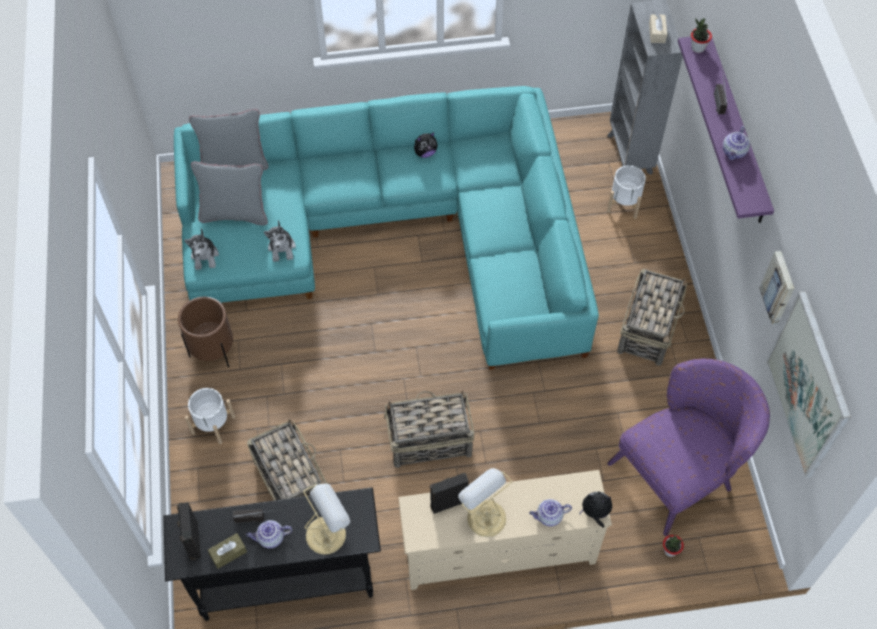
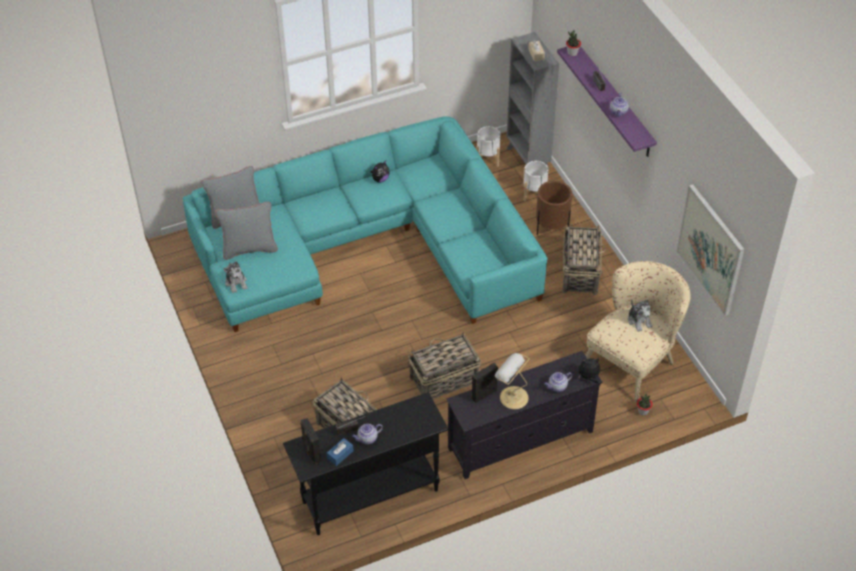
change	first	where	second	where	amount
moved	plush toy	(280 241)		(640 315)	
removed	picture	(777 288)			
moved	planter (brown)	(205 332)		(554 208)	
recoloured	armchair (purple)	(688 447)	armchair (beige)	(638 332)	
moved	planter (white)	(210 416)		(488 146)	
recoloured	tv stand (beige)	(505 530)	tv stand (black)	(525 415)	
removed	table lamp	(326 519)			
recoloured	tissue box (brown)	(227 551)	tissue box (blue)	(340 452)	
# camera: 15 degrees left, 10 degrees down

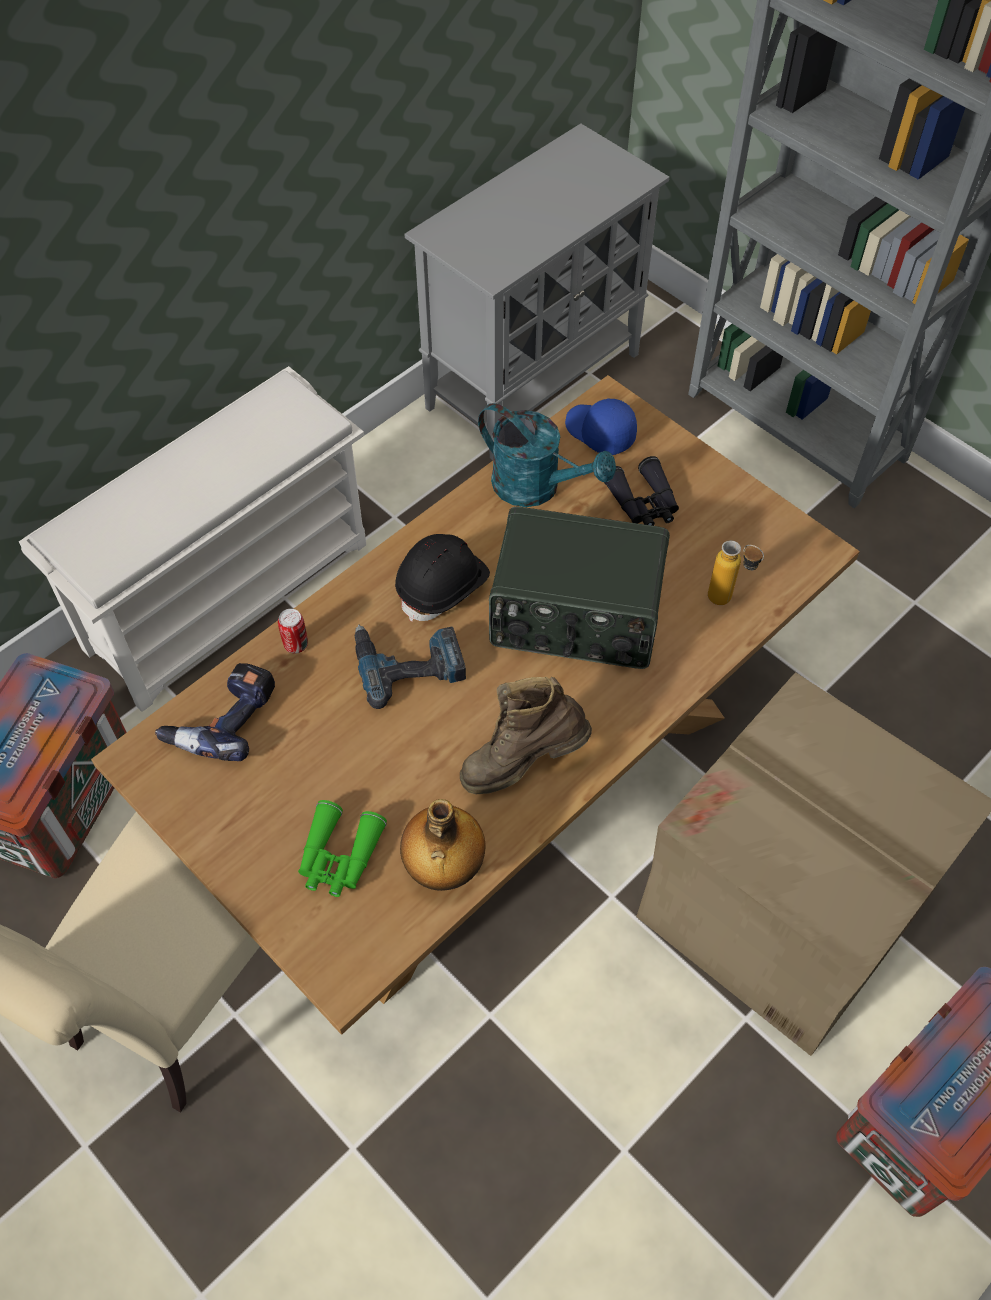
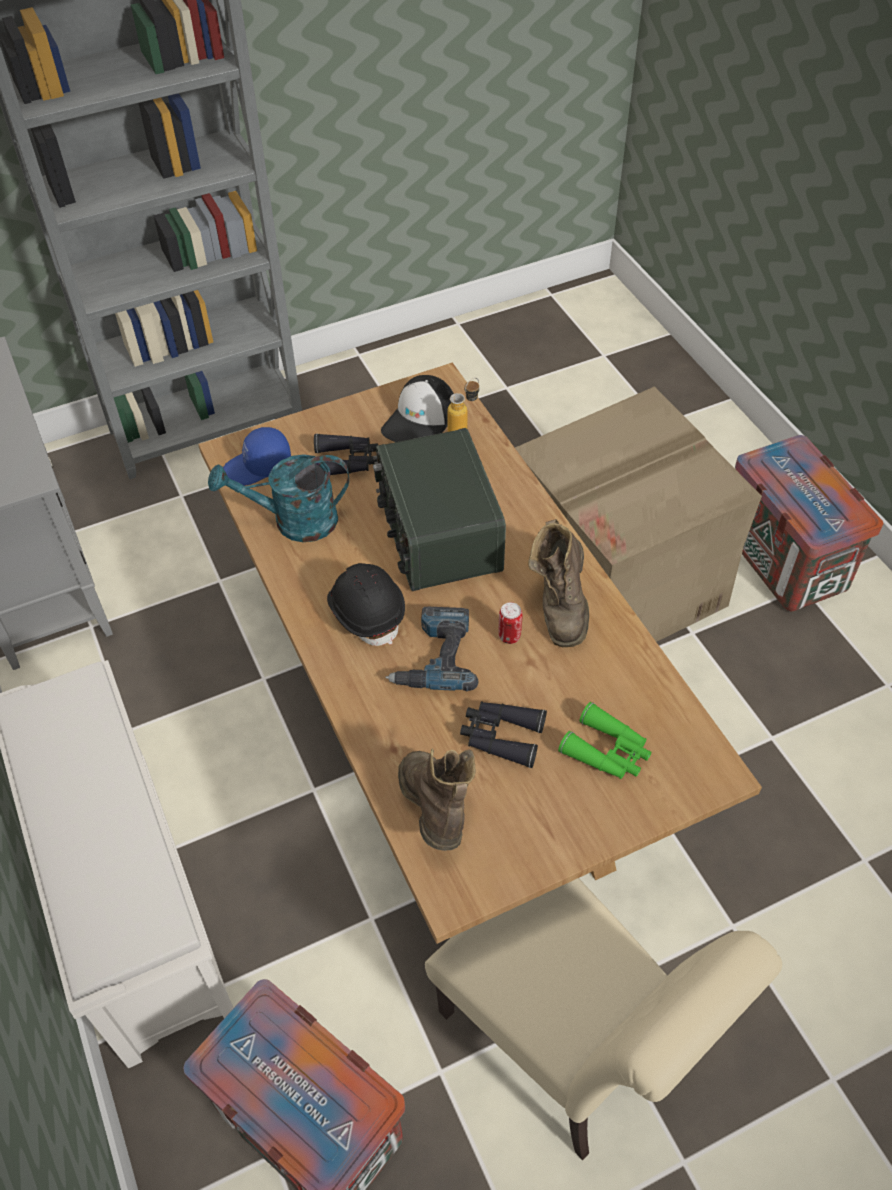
change	first	where	second	where	amount
turned	watering can (turquoise)	(547 455)		(278 498)	150 degrees counterclockwise
turned	radio	(579 588)		(439 509)	135 degrees clockwise
moved	can	(293 631)		(511 623)	
replaced	power drill	(215 712)	boot (brown)	(437 799)	
removed	bottle	(443 845)			
added			cap	(417 408)	
added			binoculars (black)	(503 734)	
# camera: 70 degrees left, 5 degrees down

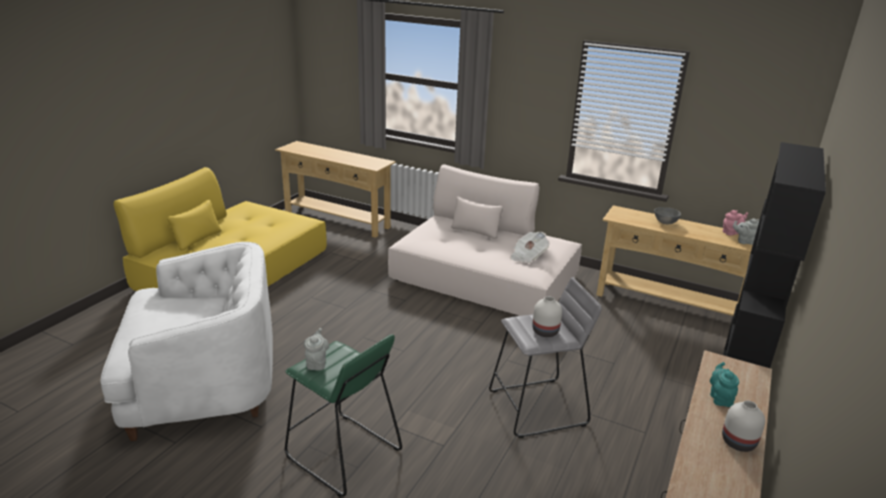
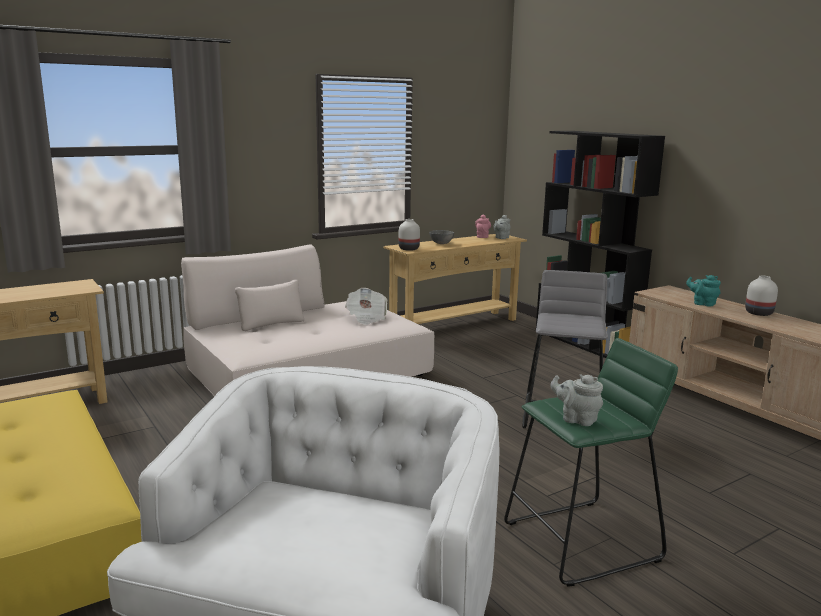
change	first	where	second	where	amount
moved	vase (white)	(547 316)		(409 235)	
# camera: 60 degrees left, 10 degrees down

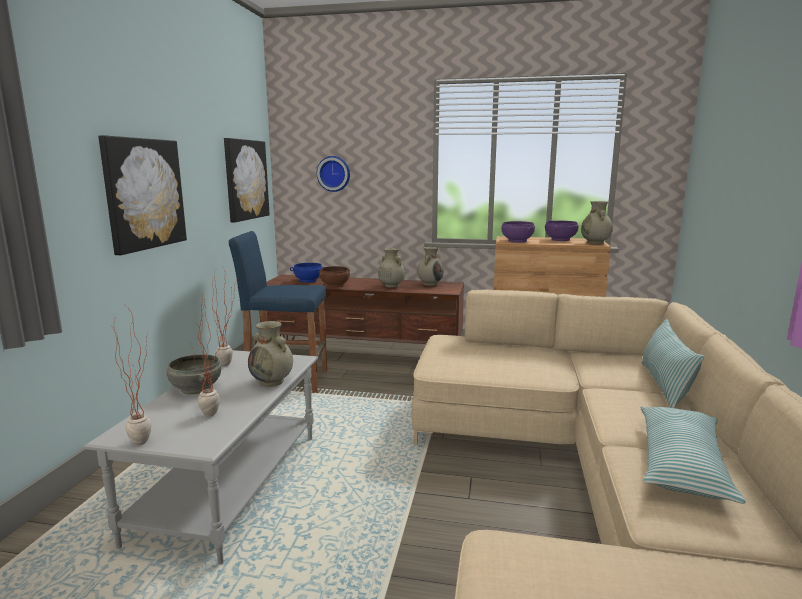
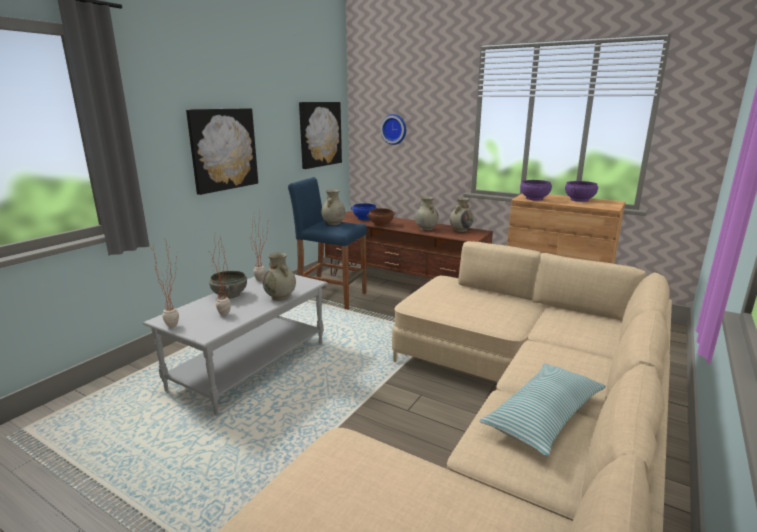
change	first	where	second	where	amount
moved	vase (beige)	(597 222)		(333 207)	
removed	pillow	(673 363)			
# camera: 20 degrees right, 5 degrees up

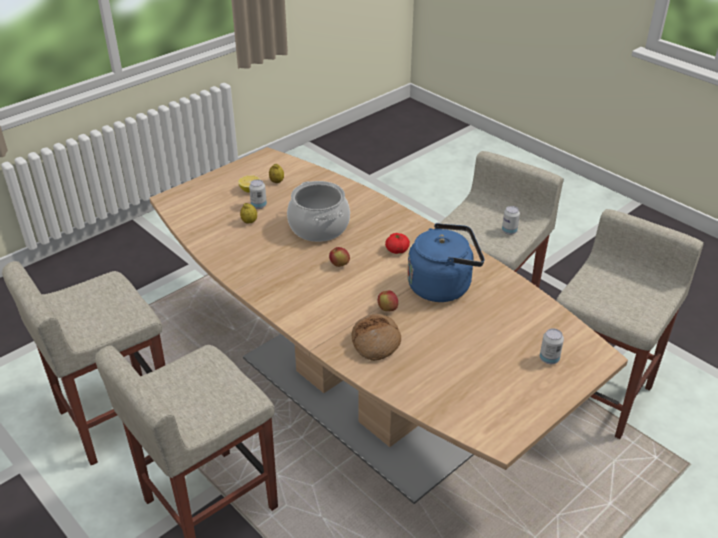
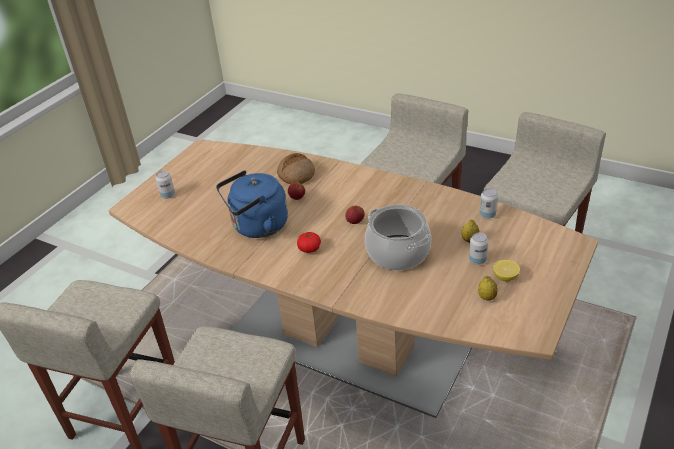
change	first	where	second	where	amount
moved	can	(511 220)		(489 203)	
# camera: 165 degrees right, 0 degrees up

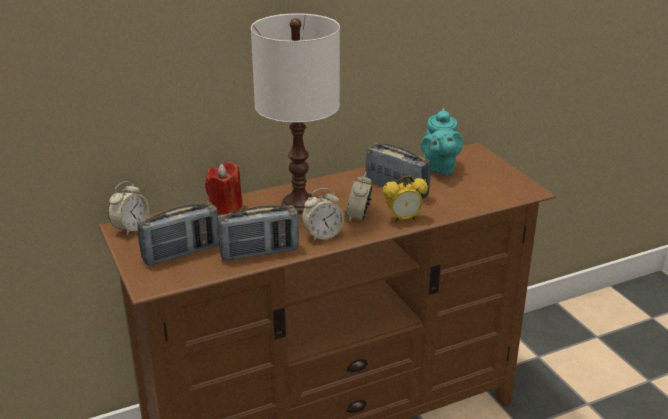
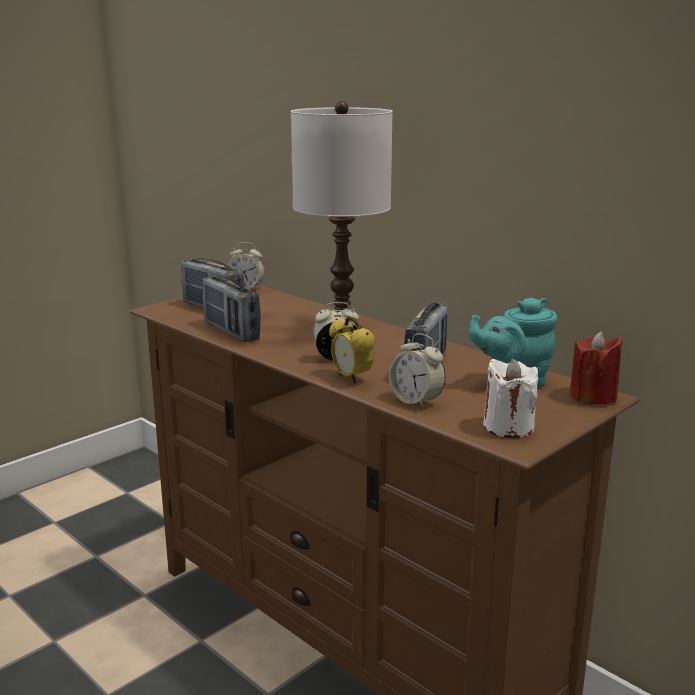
change	first	where	second	where	amount
moved	candle (red)	(223 188)		(596 368)	
moved	alarm clock	(323 215)		(417 371)	
added			candle (white)	(510 398)	
# camera: 70 degrees right, 10 degrees down

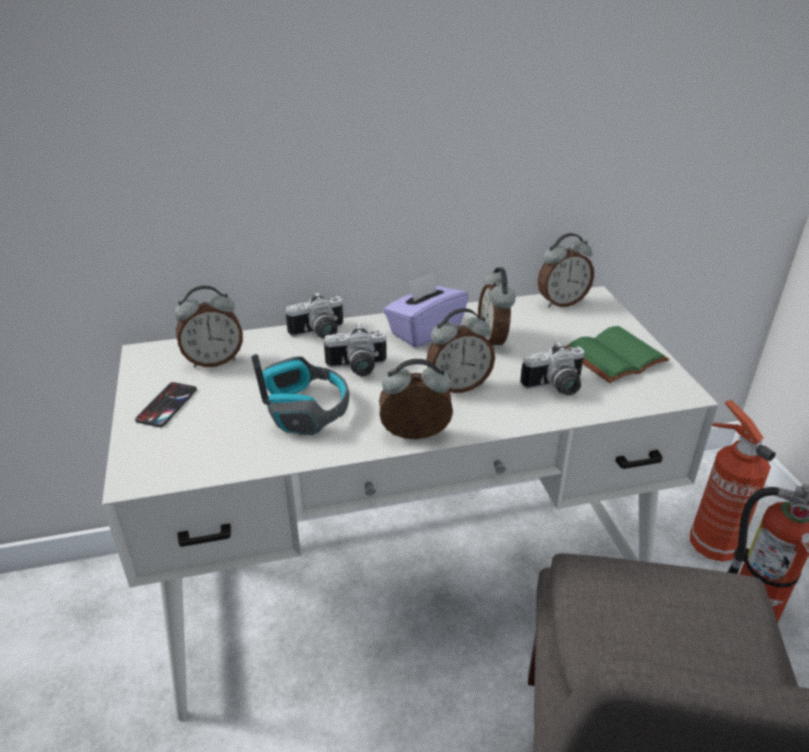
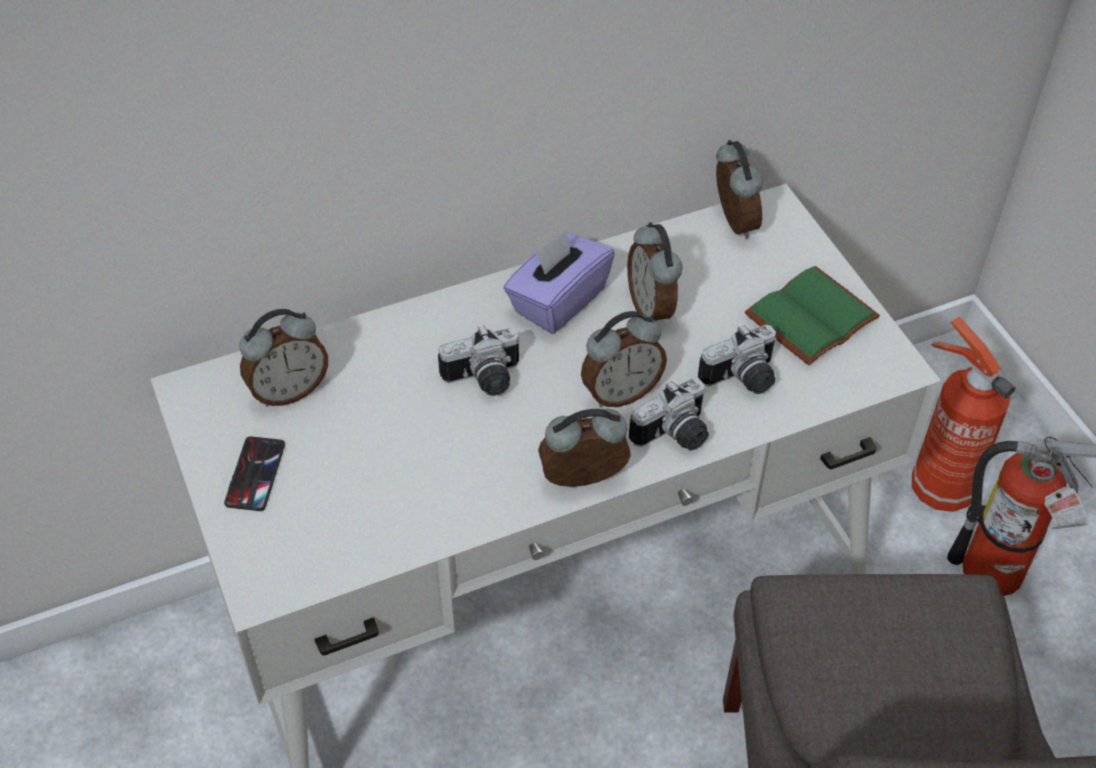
change	first	where	second	where	amount
turned	alarm clock	(566 270)		(739 189)	75 degrees counterclockwise
moved	photo camera	(314 315)		(669 414)	
removed	headphones	(300 394)			
# camera: 10 degrees left, 15 degrees up

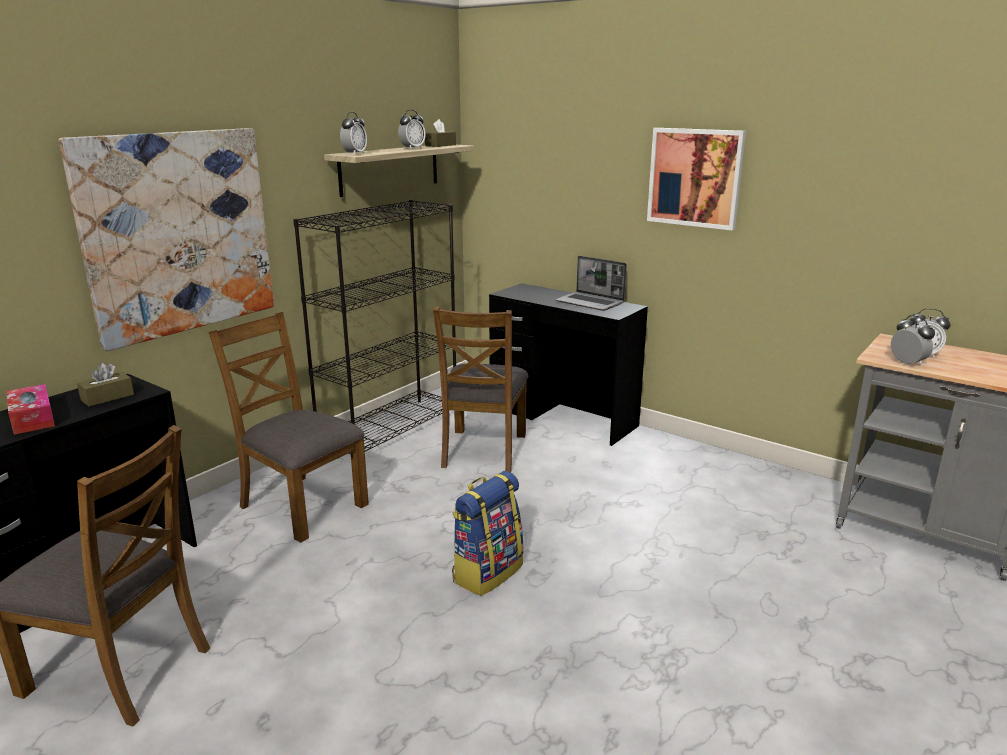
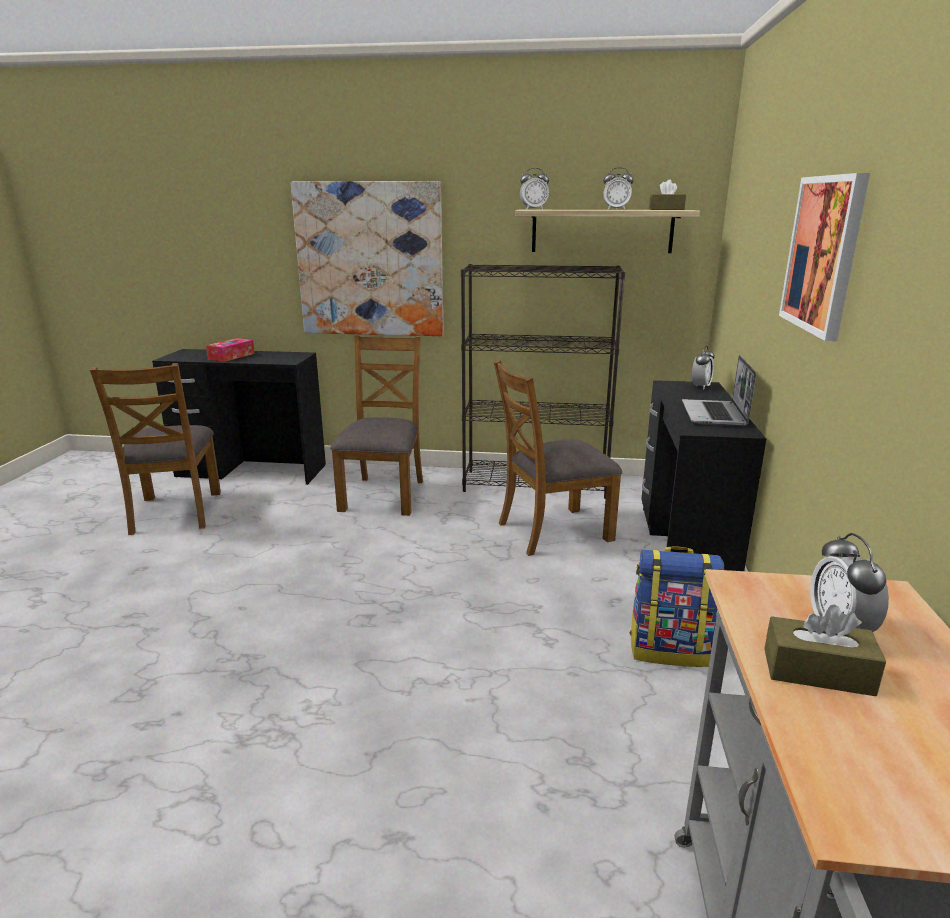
change	first	where	second	where	amount
moved	alarm clock	(913 340)		(703 368)	
moved	tissue box (brown)	(105 385)		(825 650)	
moved	backpack	(488 533)		(676 606)	
# camera: 60 degrees right, 0 degrees up

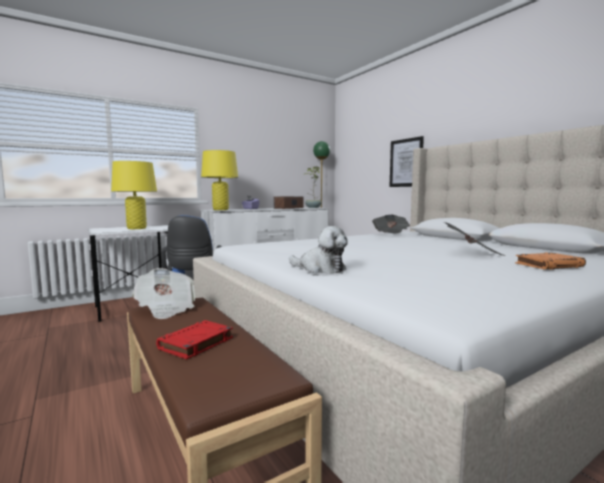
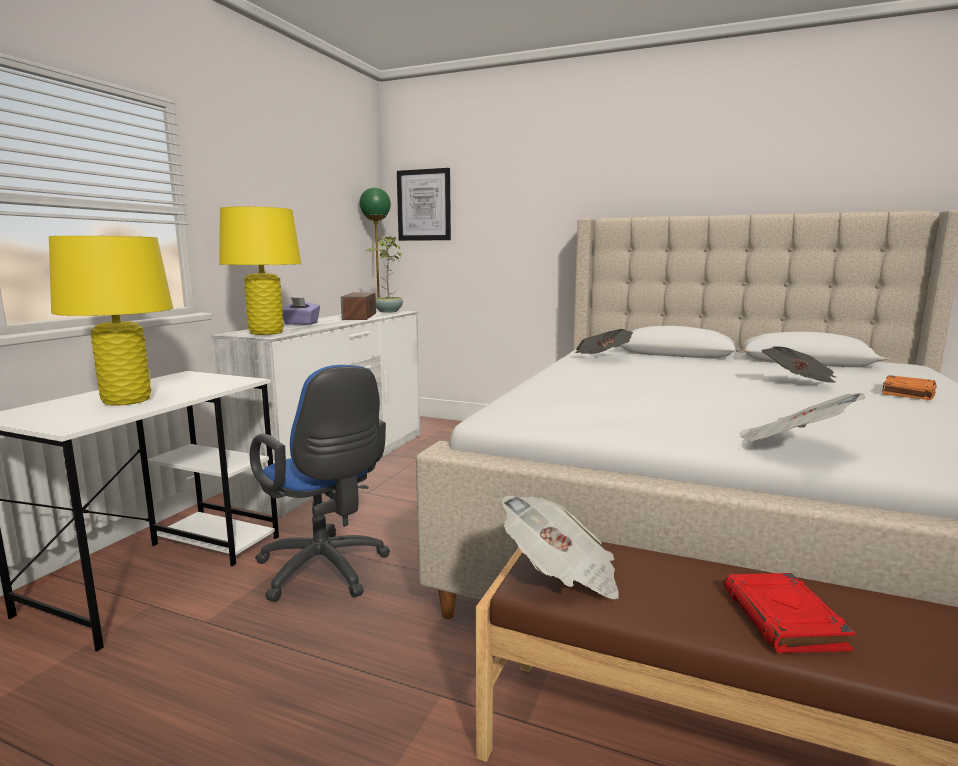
change	first	where	second	where	amount
moved	picture	(407 161)		(424 204)	
replaced	plush toy	(318 250)	newspaper	(802 418)	
# camera: 35 degrees left, 5 degrees up

